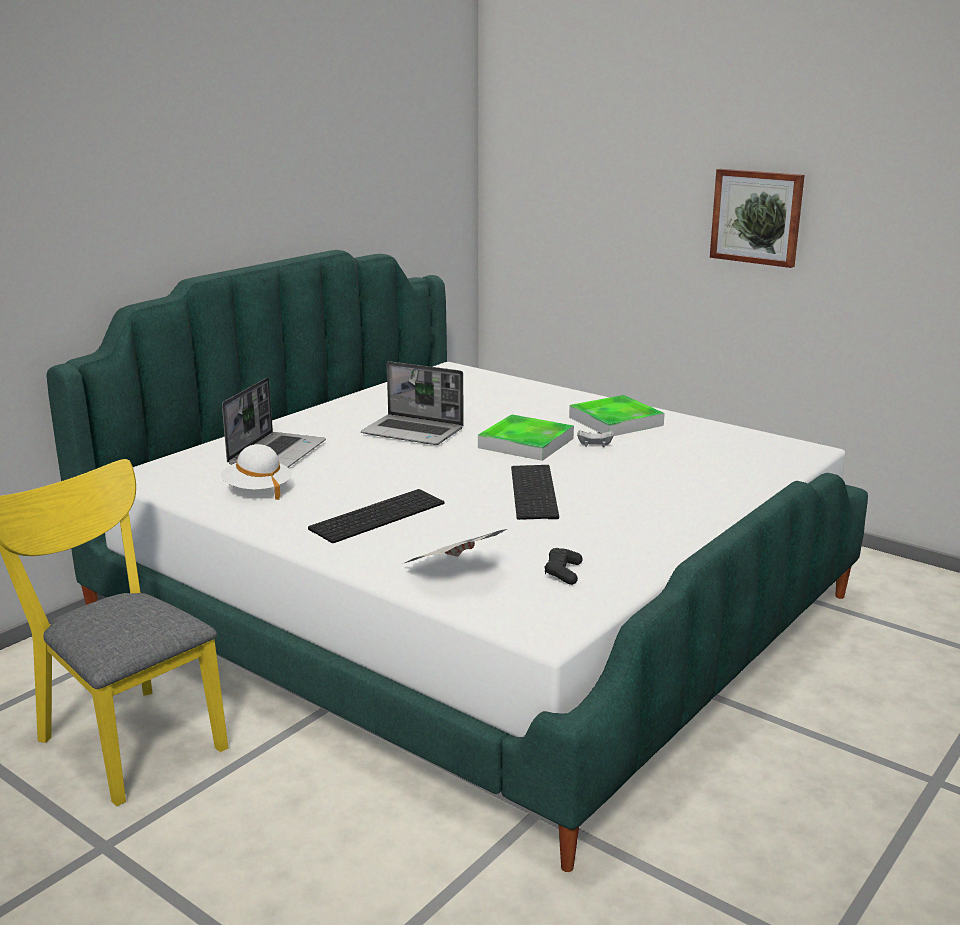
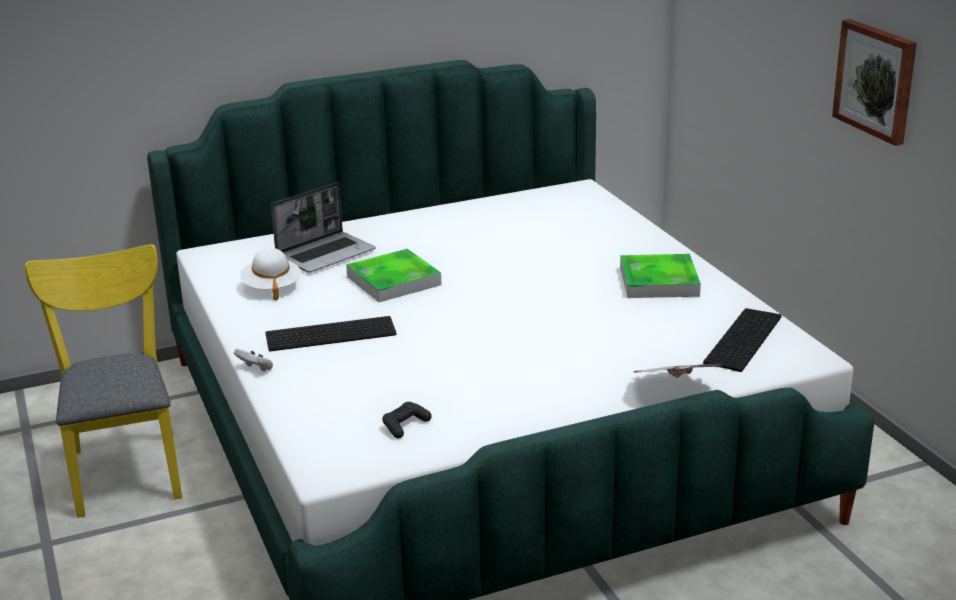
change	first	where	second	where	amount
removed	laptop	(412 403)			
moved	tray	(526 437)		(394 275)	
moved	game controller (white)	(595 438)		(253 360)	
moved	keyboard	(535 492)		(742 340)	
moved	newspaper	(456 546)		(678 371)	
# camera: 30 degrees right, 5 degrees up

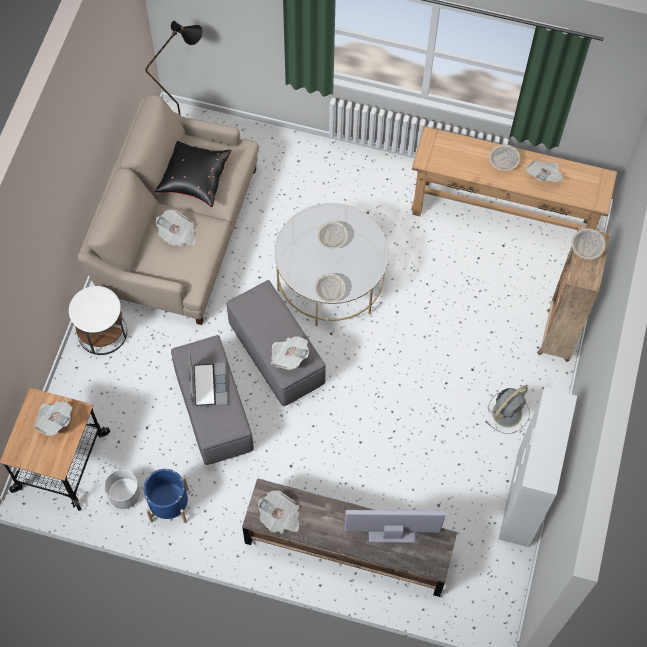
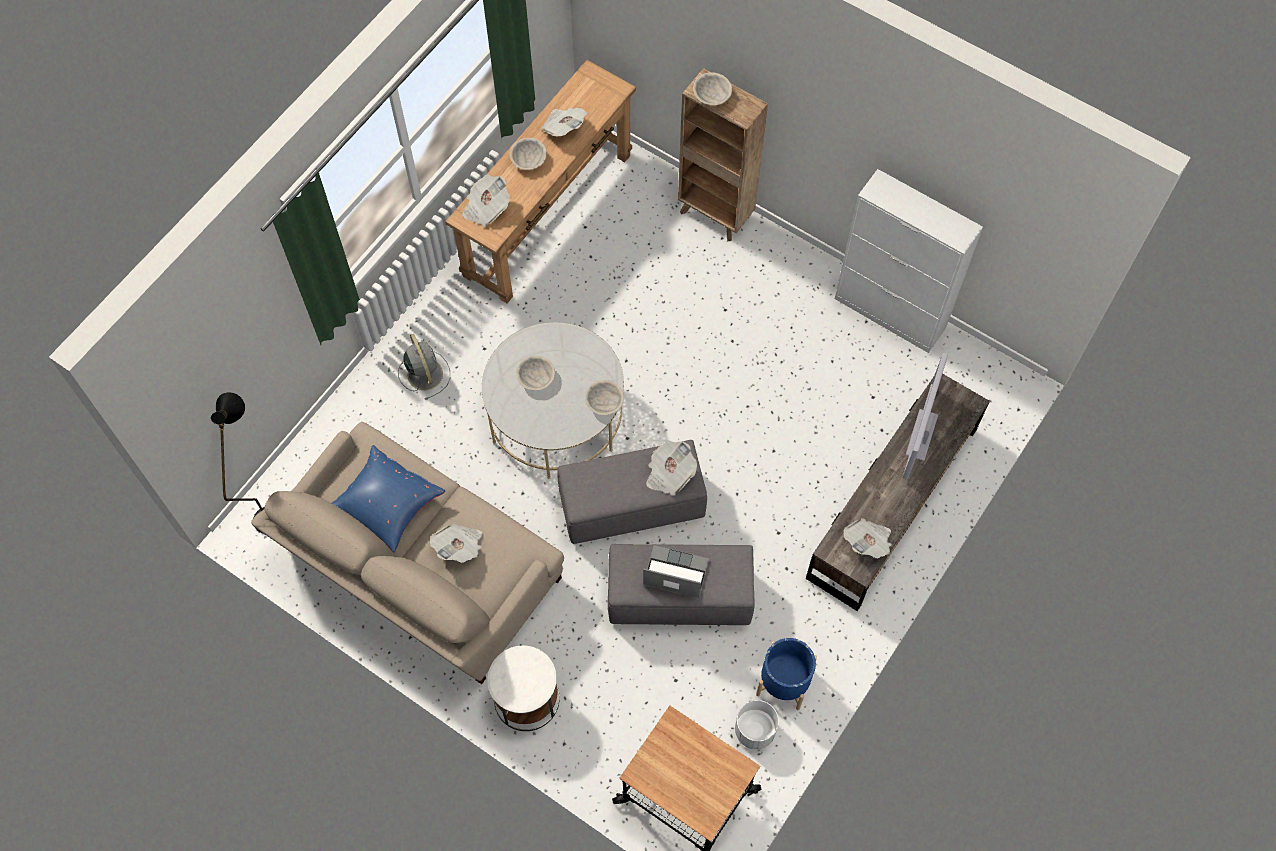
change	first	where	second	where	amount
recoloured	pillow (black)	(193 174)	pillow (blue)	(388 498)	
moved	fan (grey)	(508 410)		(424 367)	
moved	newspaper	(52 418)		(486 201)	
# camera: 70 degrees left, 0 degrees up

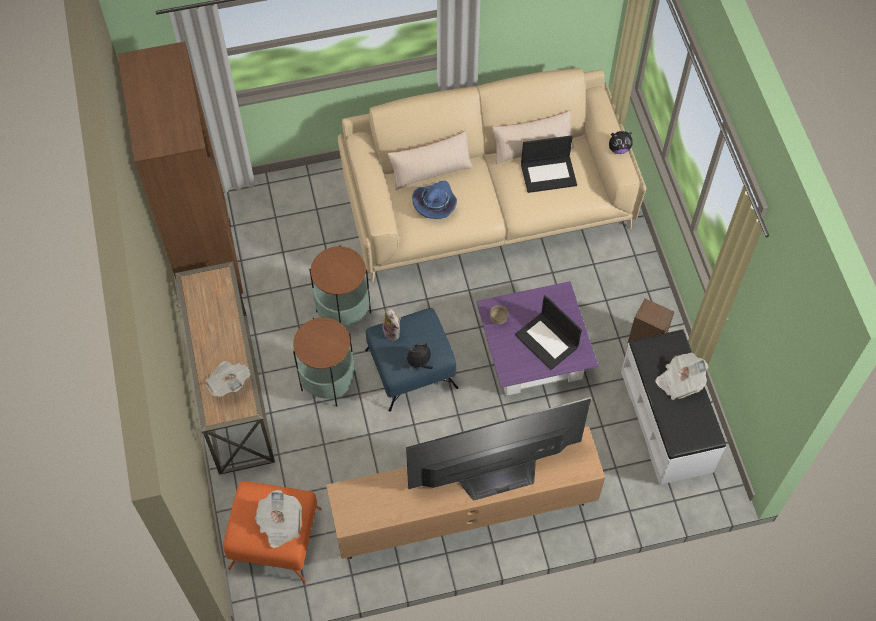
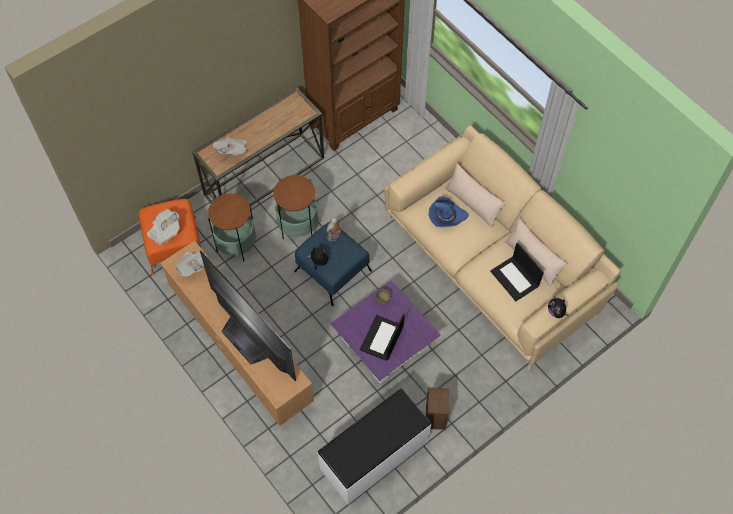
change	first	where	second	where	amount
moved	side table	(340 286)		(232 227)	
moved	newspaper	(681 376)		(191 264)	
# camera: 65 degrees right, 0 degrees up

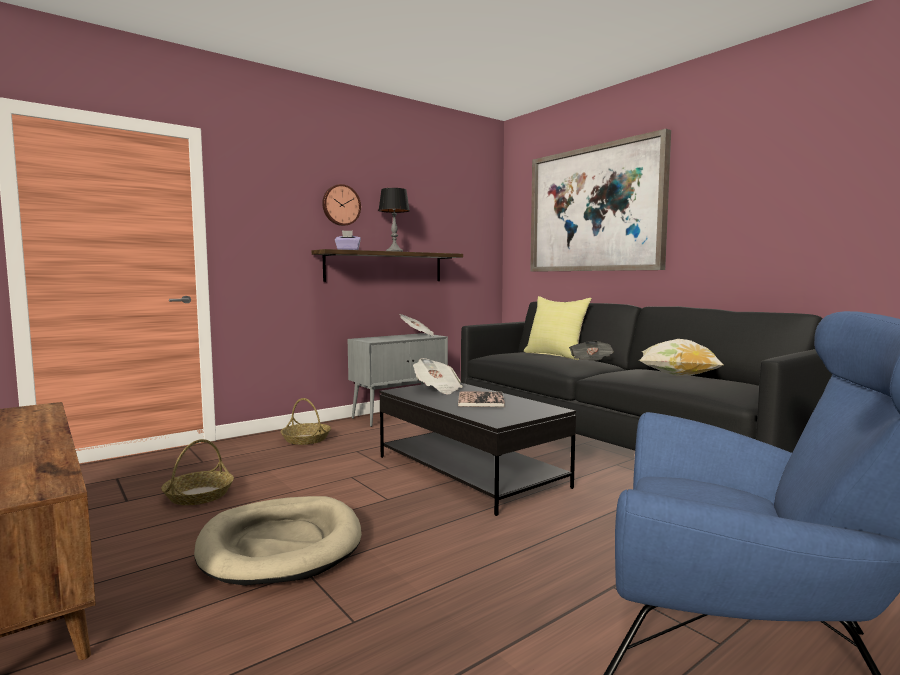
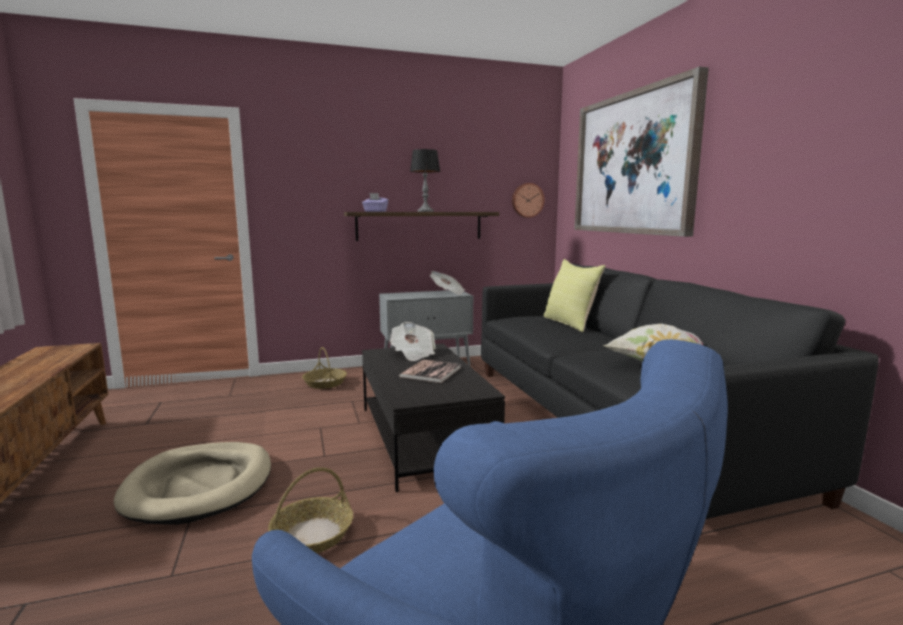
change	first	where	second	where	amount
moved	wall clock	(341 205)		(528 200)	
removed	newspaper	(591 351)			
moved	basket	(197 472)		(310 510)	
# camera: 20 degrees right, 5 degrees up

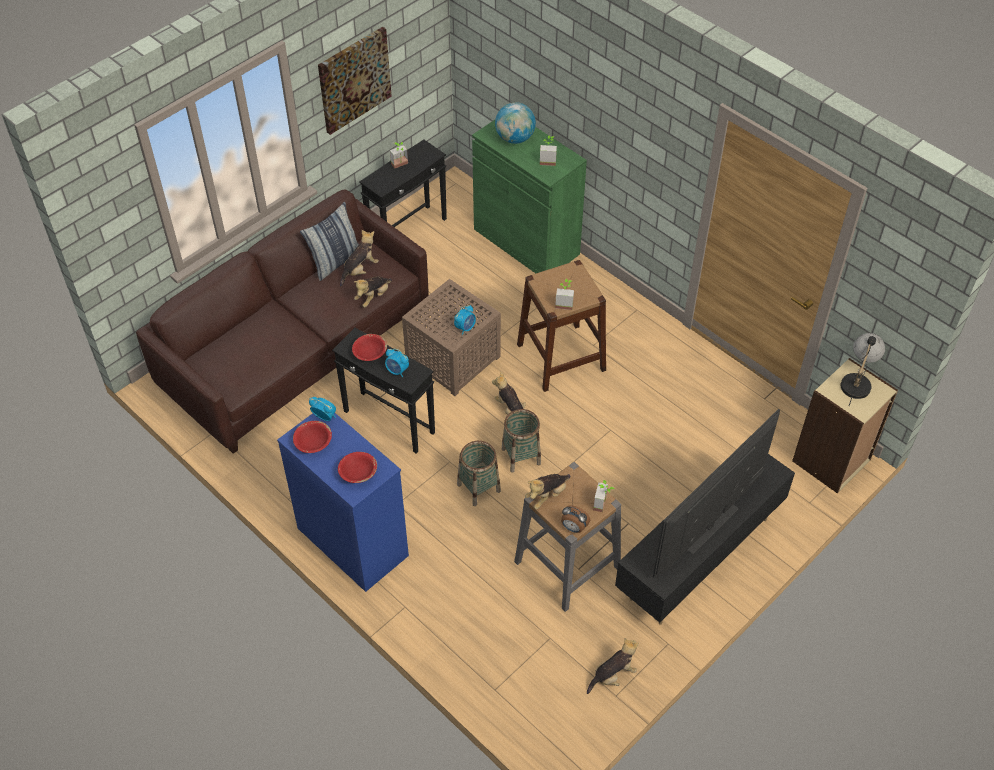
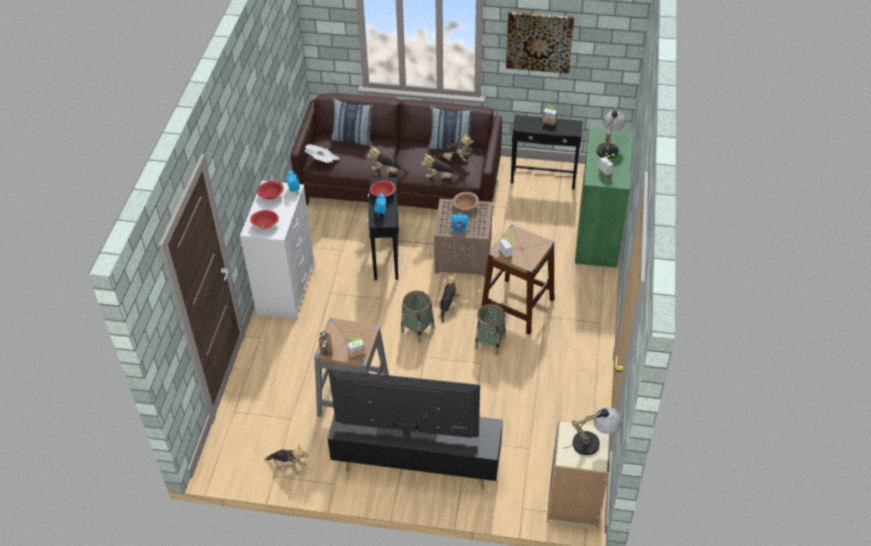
change	first	where	second	where	amount
replaced	globe	(515 123)	table lamp	(611 134)	
recoloured	dresser (blue)	(343 502)	dresser (white)	(277 250)	
moved	basket	(479 473)		(490 329)	
moved	plush toy	(547 491)		(388 160)	
added			pillow	(352 122)	
added			newspaper	(322 153)	
added			bowl (brown)	(466 201)	
# camera: 55 degrees right, 5 degrees down

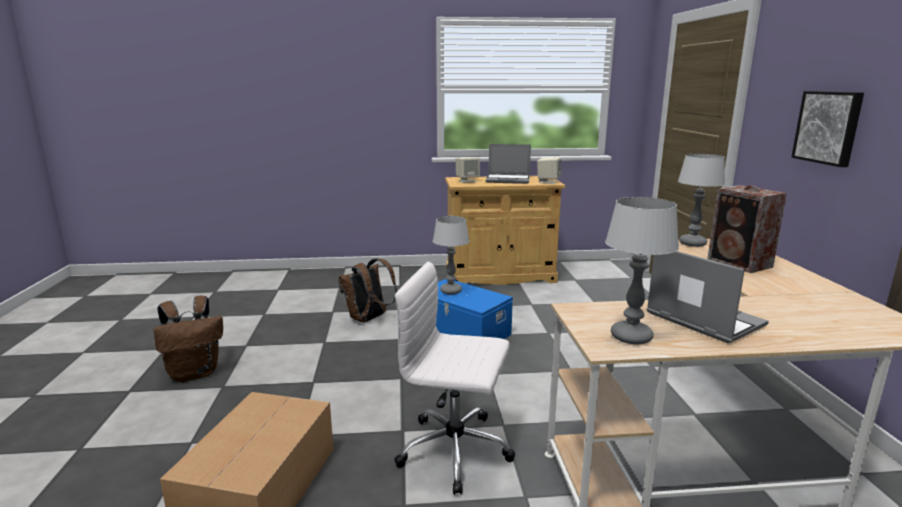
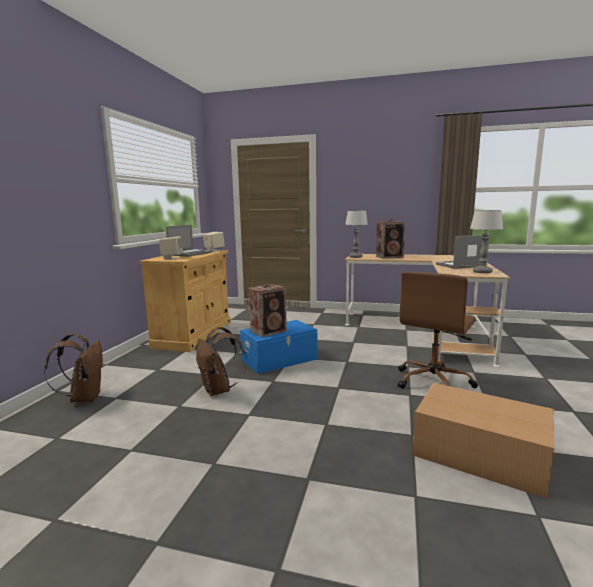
change	first	where	second	where	amount
removed	picture	(827 129)			
replaced	table lamp	(451 255)	speaker	(268 310)	
recoloured	office chair (white)	(454 378)	office chair (brown)	(438 330)	
moved	backpack (brown)	(188 339)		(73 368)	
# camera: 70 degrees left, 5 degrees down

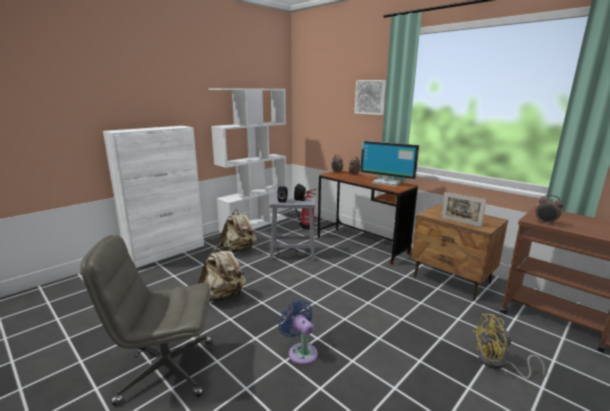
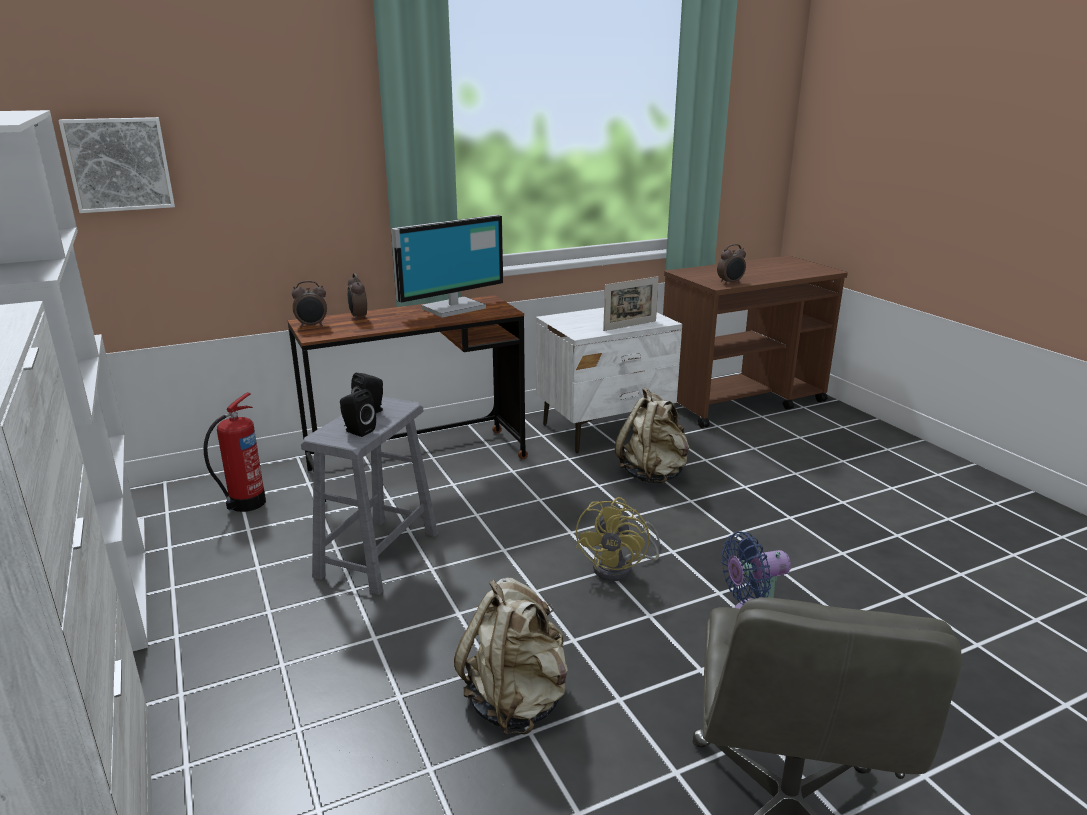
change	first	where	second	where	amount
moved	picture	(370 97)		(116 165)	
recoloured	nightstand (brown)	(459 252)	nightstand (white)	(609 380)	
moved	backpack (beige)	(238 231)		(652 435)	
moved	fan (yellow)	(508 346)		(618 539)	
# camera: 70 degrees left, 5 degrees up

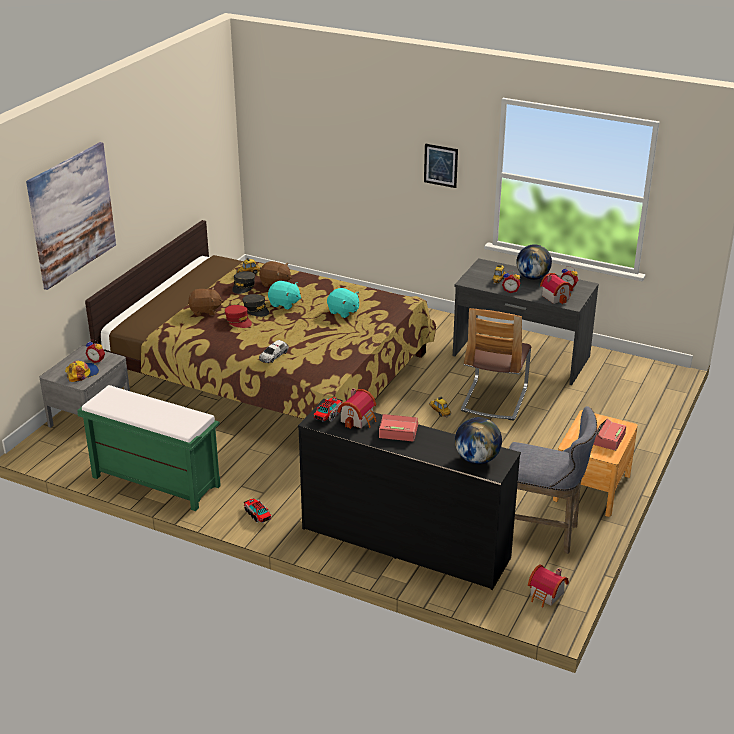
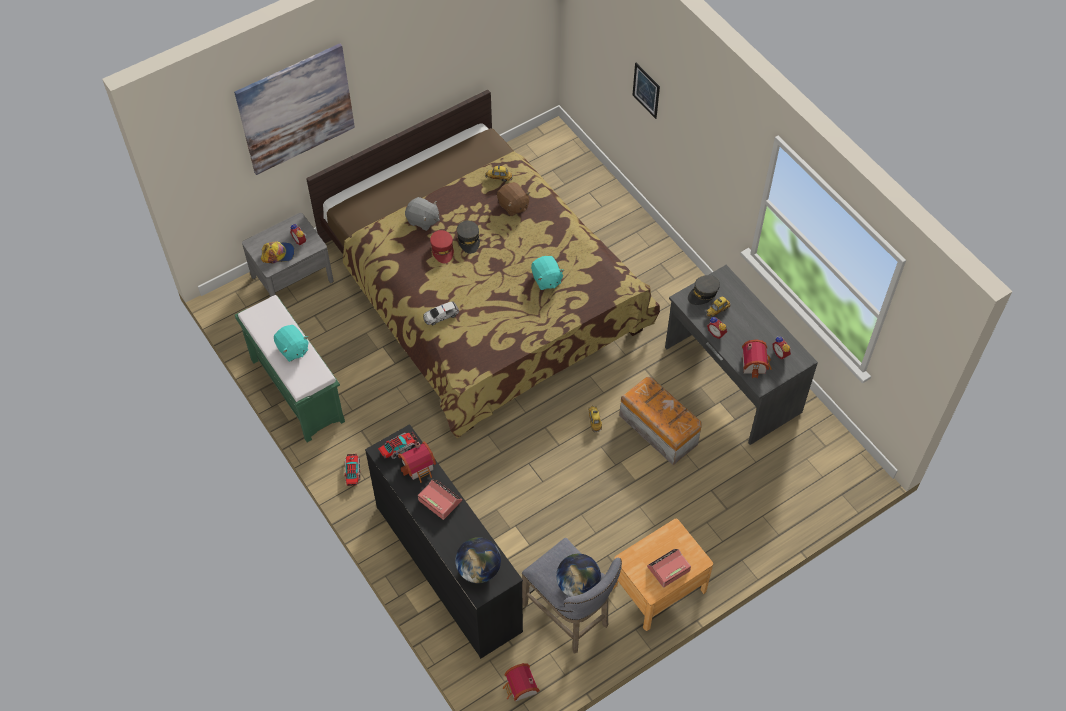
change	first	where	second	where	amount
moved	picture	(441 165)		(646 91)	
moved	globe	(534 262)		(578 575)	
moved	cap (grey)	(243 282)		(704 290)	
moved	plush toy (turquoise)	(284 295)		(291 343)	
recoloured	plush toy (brown)	(206 301)	plush toy (grey)	(422 214)	
replaced	chair	(496 364)	storage box	(660 421)	
# camera: 30 degrees right, 25 degrees up

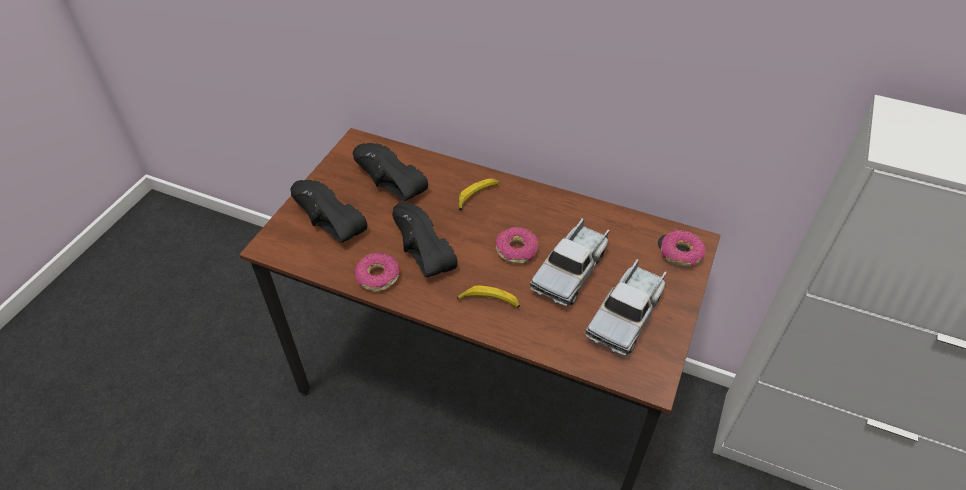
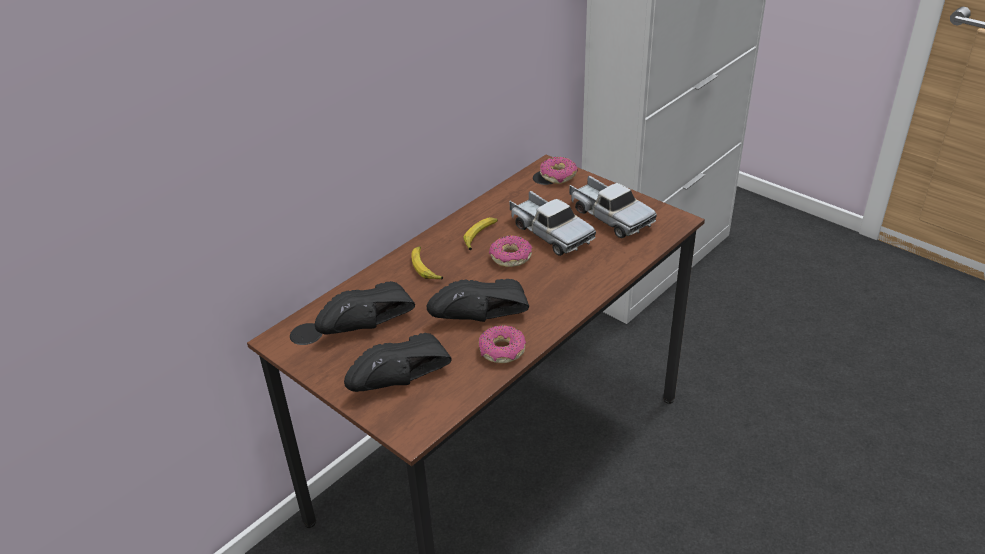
change	first	where	second	where	amount
moved	banana	(488 297)		(481 233)	
# camera: 70 degrees left, 10 degrees down

